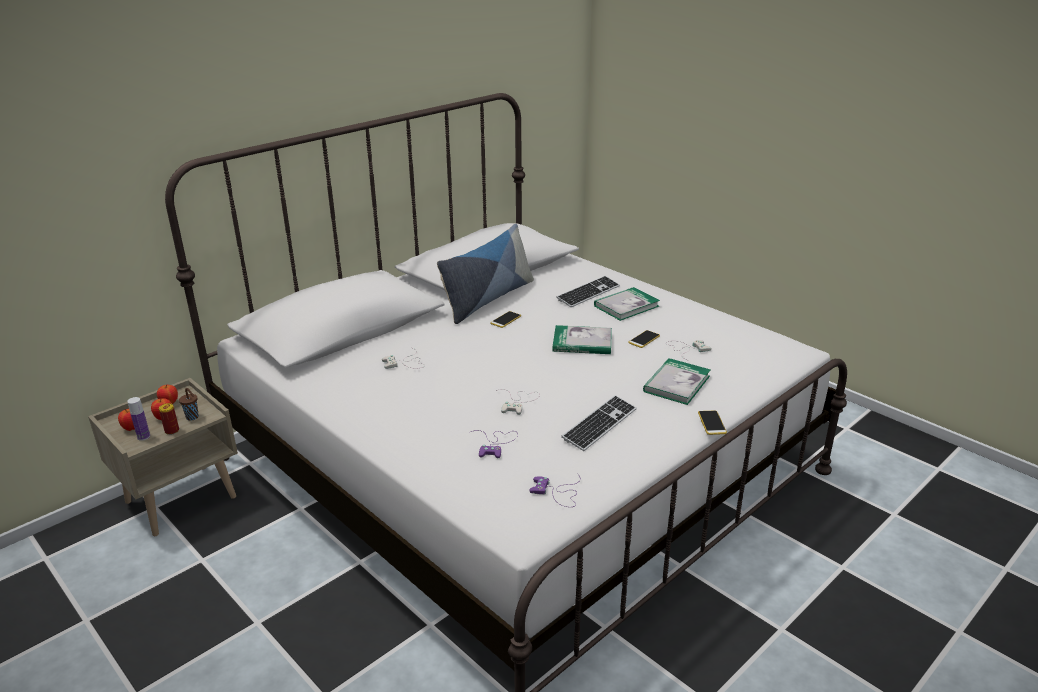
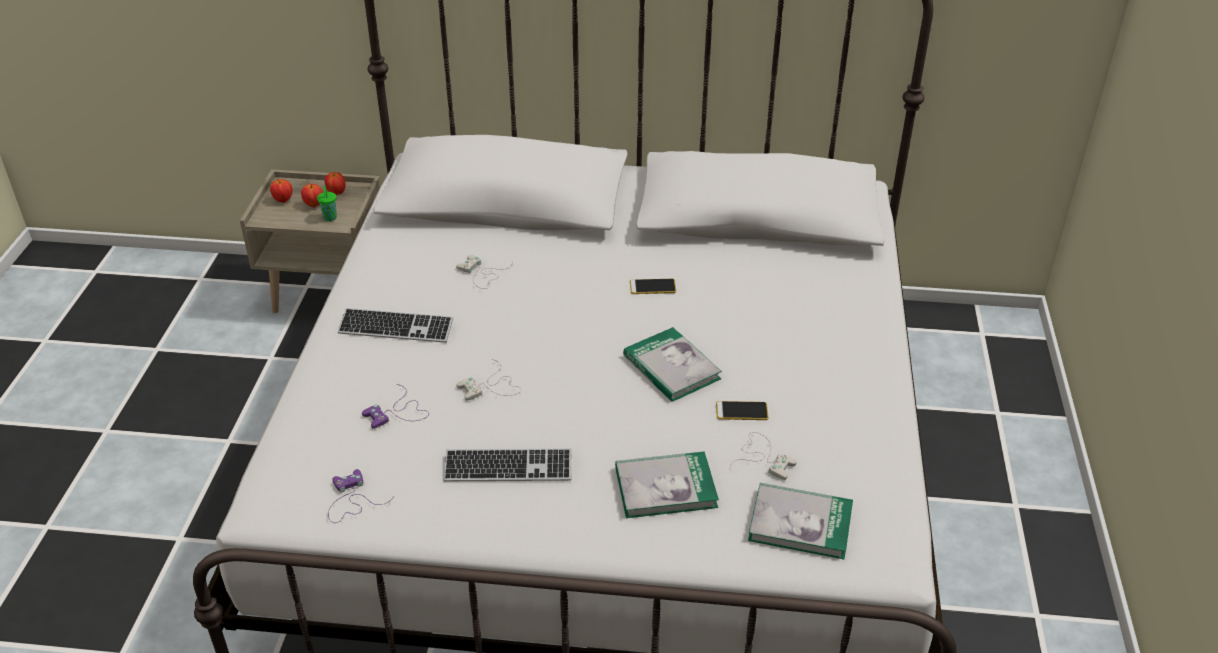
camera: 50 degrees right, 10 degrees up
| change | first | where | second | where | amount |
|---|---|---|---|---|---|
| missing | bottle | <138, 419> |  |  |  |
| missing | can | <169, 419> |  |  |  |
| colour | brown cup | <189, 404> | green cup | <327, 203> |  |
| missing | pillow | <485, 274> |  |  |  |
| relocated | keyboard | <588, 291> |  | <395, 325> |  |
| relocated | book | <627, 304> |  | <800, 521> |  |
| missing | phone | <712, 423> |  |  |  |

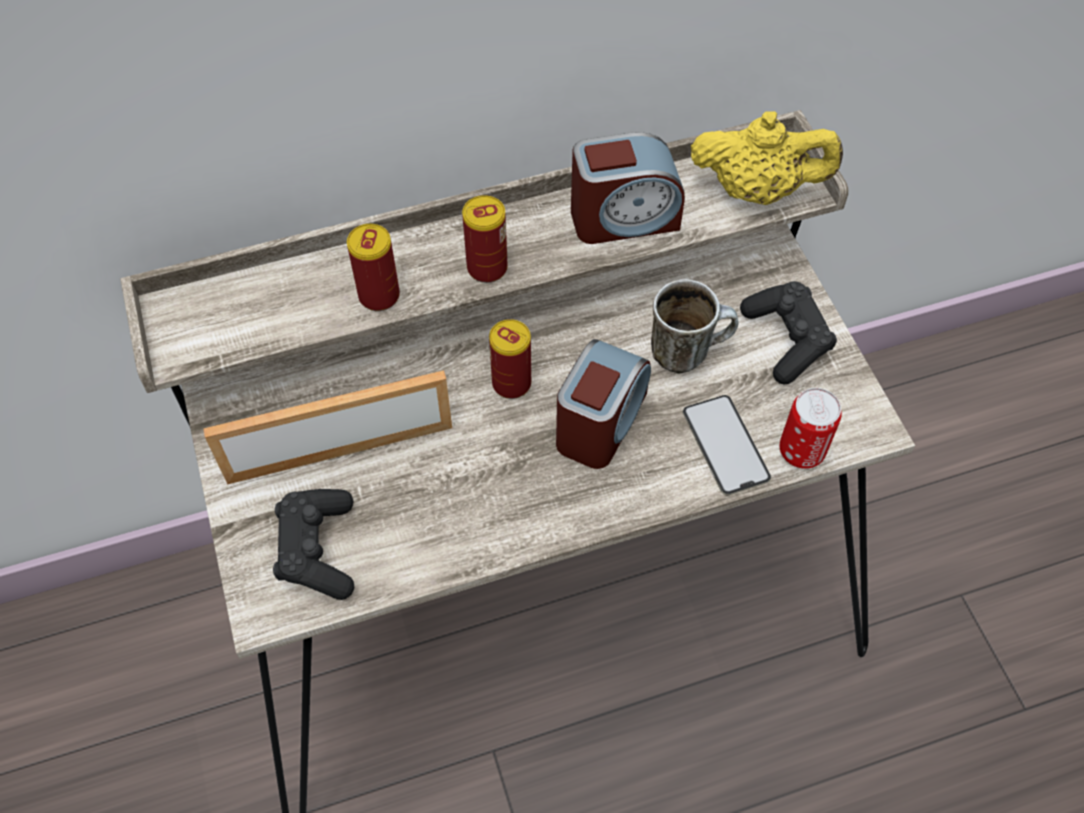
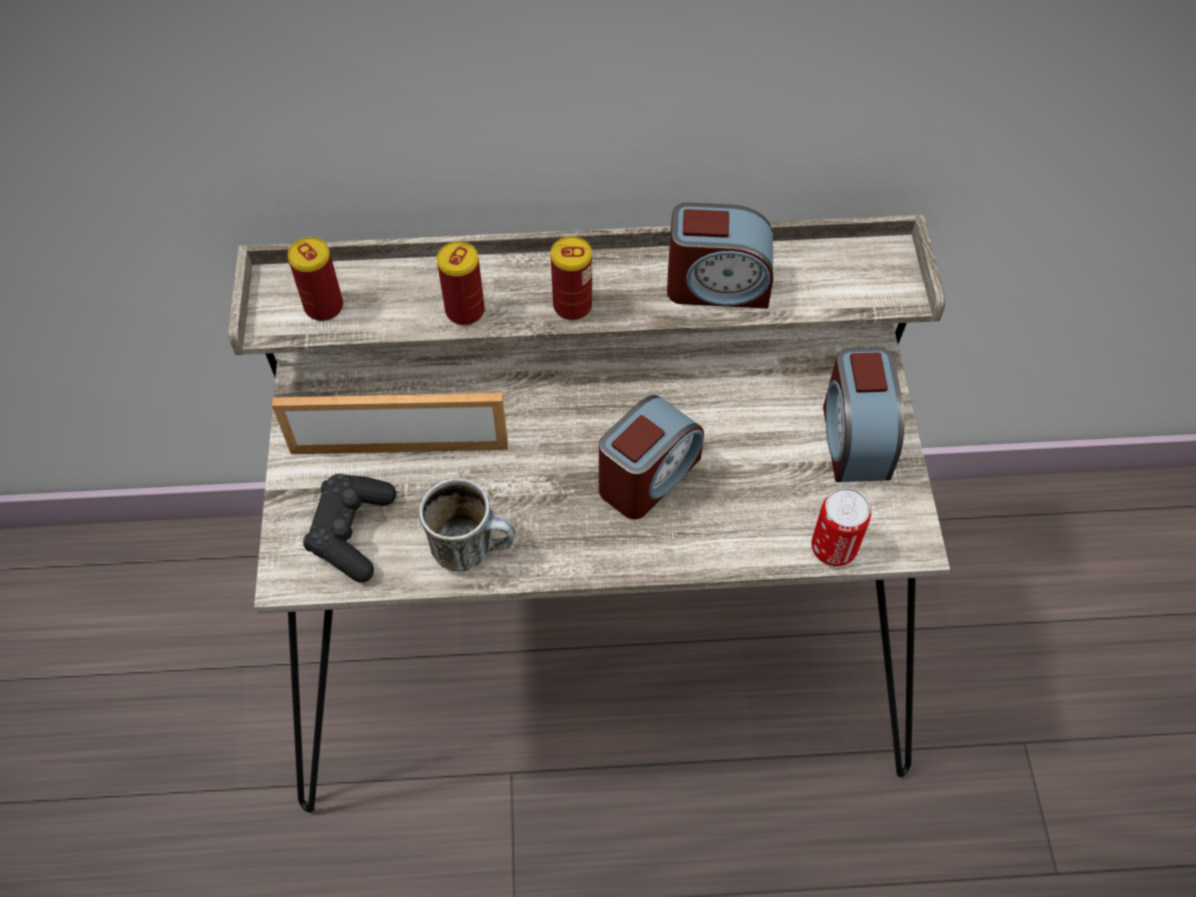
camera: 15 degrees right, 0 degrees up
| change | first | where | second | where | amount |
|---|---|---|---|---|---|
| relocated | can | <510, 359> |  | <315, 279> |  |
| relocated | mug | <695, 326> |  | <467, 525> |  |
| missing | phone | <727, 445> |  |  |  |
| missing | yellow teapot | <767, 158> |  |  |  |
| exchanged | black game controller | <788, 333> | alarm clock | <863, 414> |  |

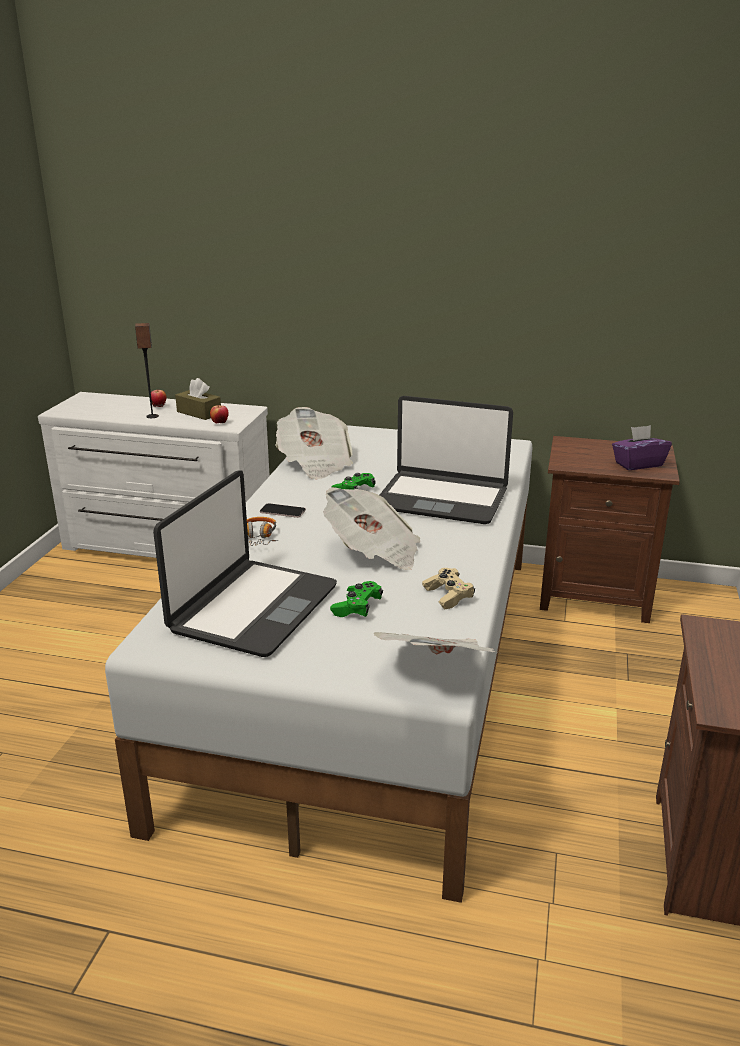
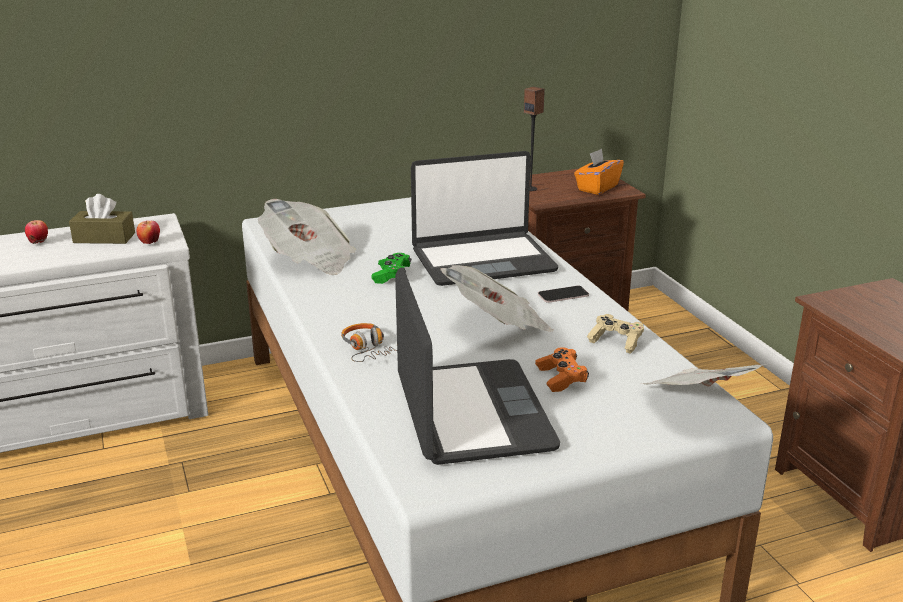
camera: 35 degrees left, 0 degrees up
| change | first | where | second | where | amount |
|---|---|---|---|---|---|
| relocated | speaker | <147, 370> |  | <534, 139> |  |
| relocated | phone | <283, 510> |  | <563, 294> |  |
| colour | green game controller | <356, 599> | orange game controller | <562, 369> |  |
| colour | purple tissue box | <642, 447> | orange tissue box | <599, 171> |  |

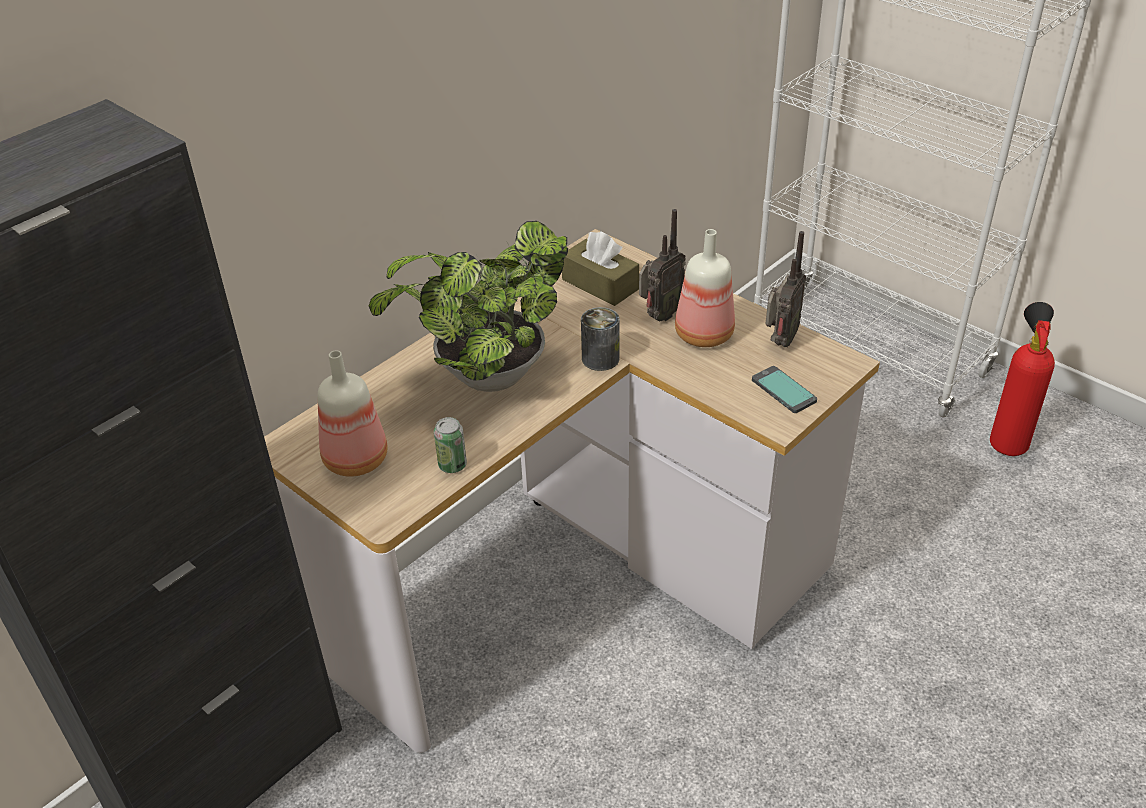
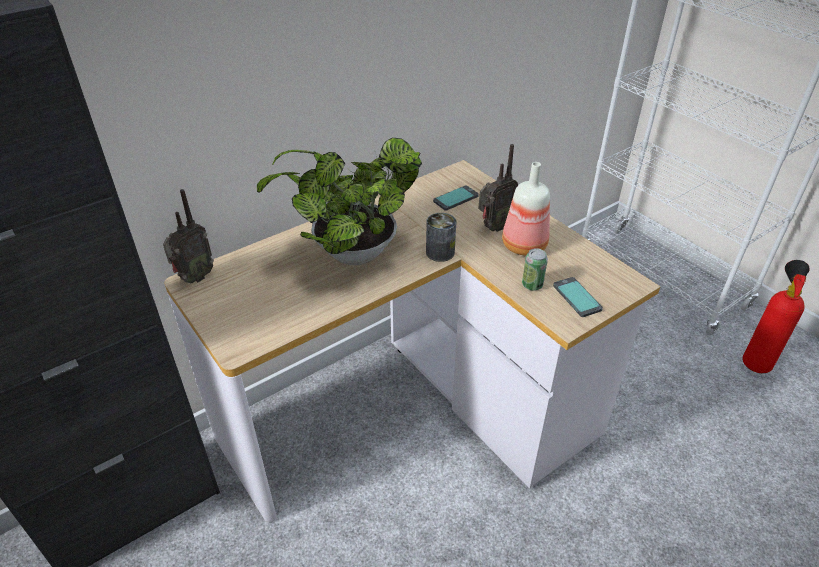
camera: 10 degrees right, 0 degrees up
| change | first | where | second | where | amount |
|---|---|---|---|---|---|
| missing | bottle | <352, 413> |  |  |  |
| relocated | can | <450, 445> |  | <535, 269> |  |
| exchanged | brown tissue box | <600, 268> | phone | <456, 198> |  |
| relocated | radio | <785, 289> |  | <188, 236> |  |

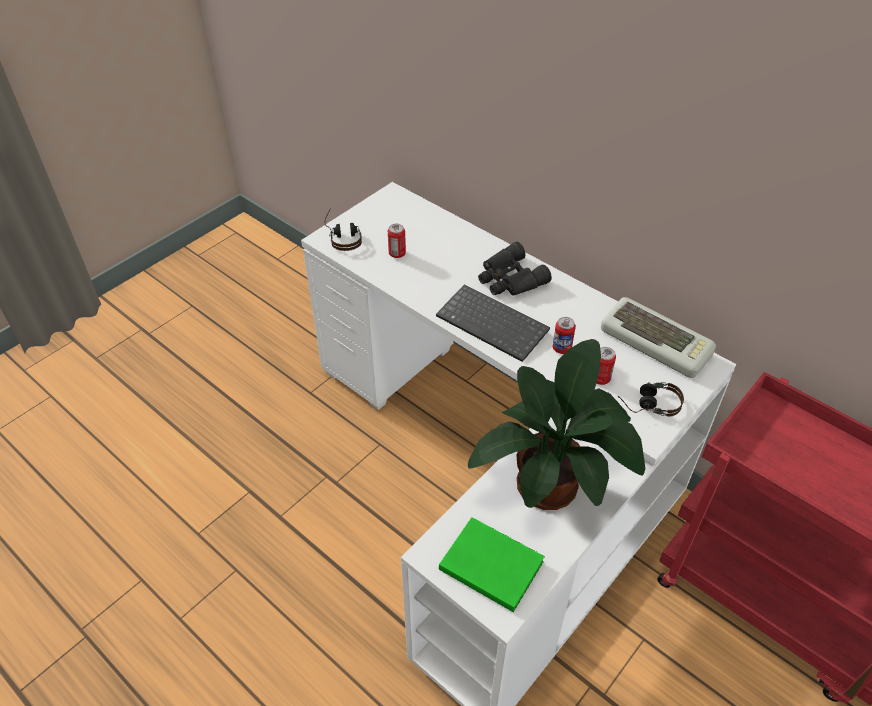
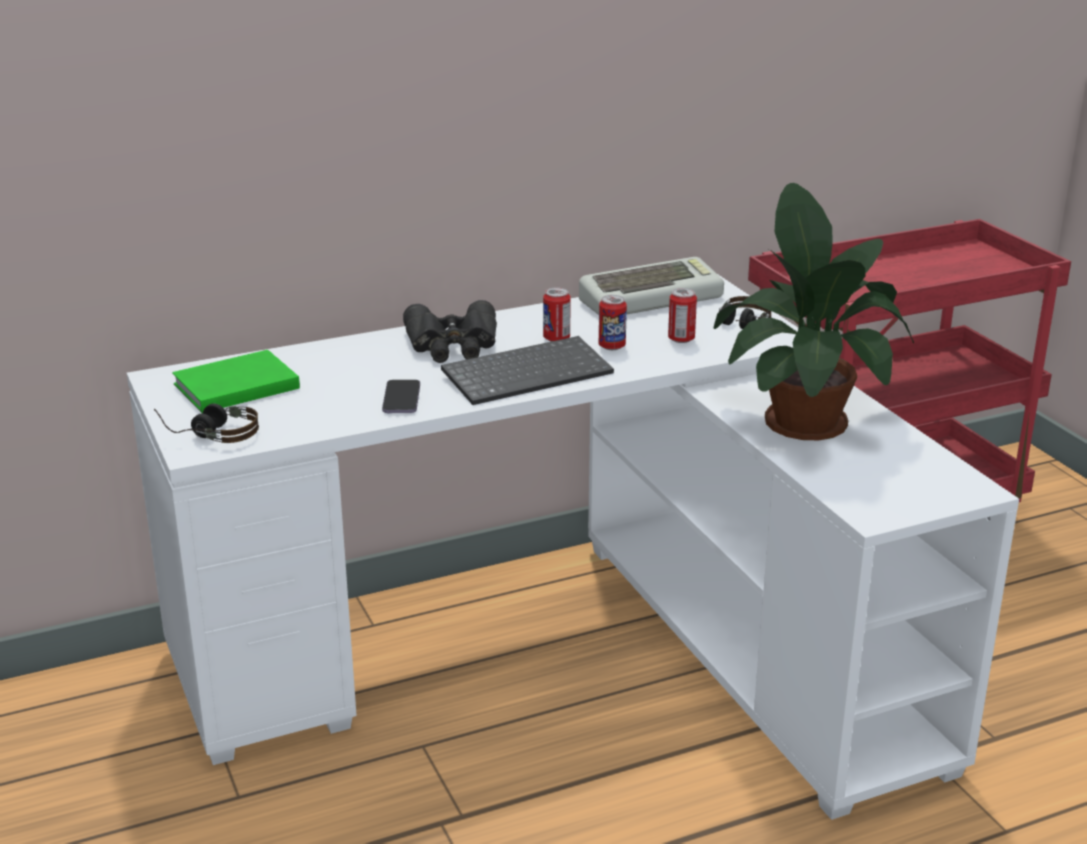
camera: 65 degrees left, 20 degrees down
| change | first | where | second | where | amount |
|---|---|---|---|---|---|
| relocated | can | <397, 241> |  | <557, 314> |  |
| relocated | green book | <492, 564> |  | <236, 381> |  |
| appeared |  |  | phone | <401, 397> |  |

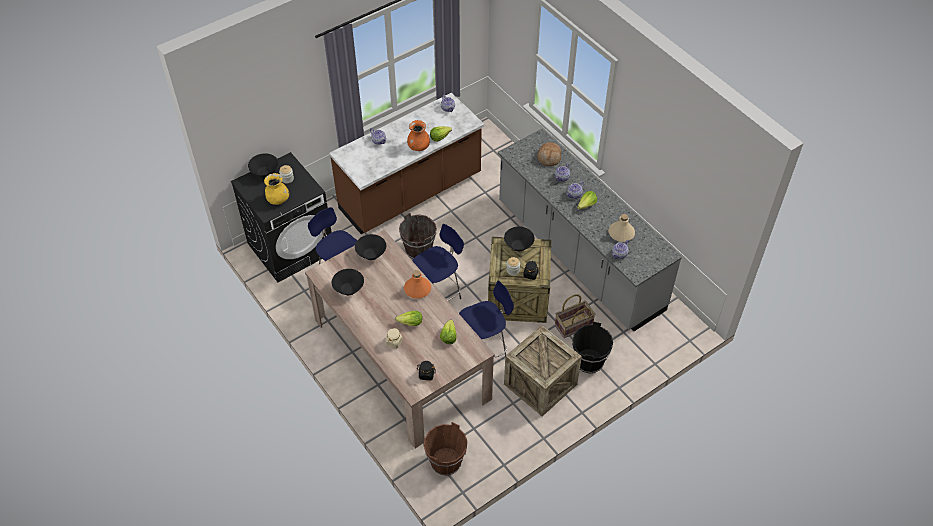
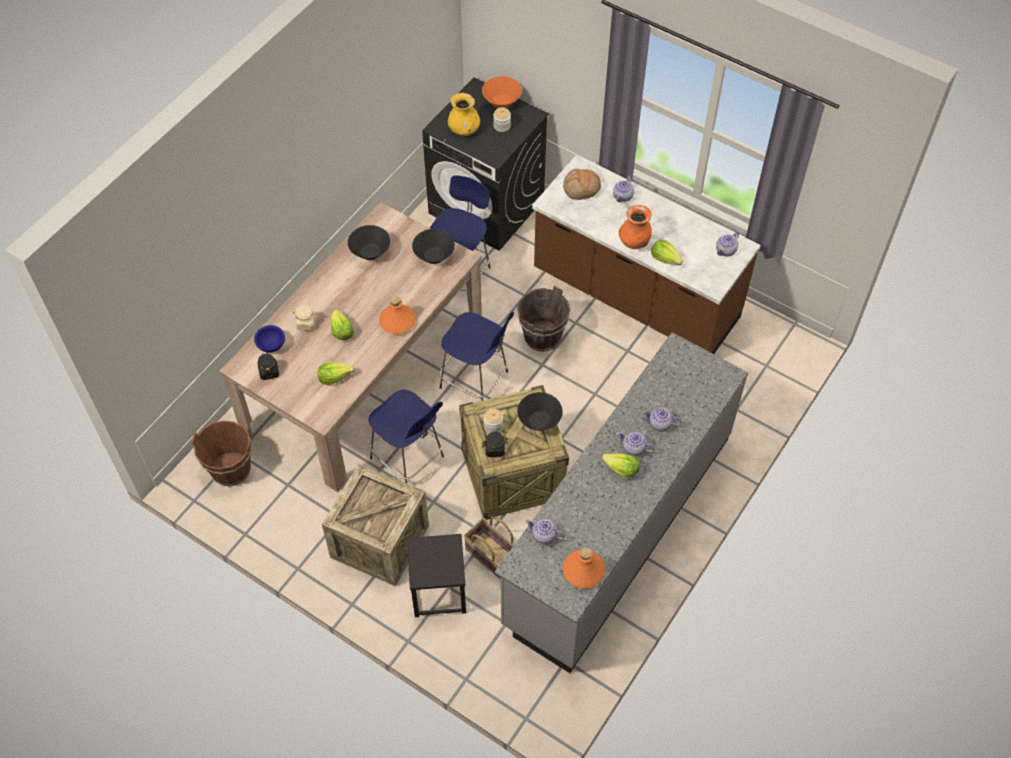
camera: 70 degrees right, 5 degrees up
| change | first | where | second | where | amount |
|---|---|---|---|---|---|
| colour | black bowl | <263, 165> | orange bowl | <502, 92> |  |
| relocated | bread | <549, 154> |  | <582, 184> |  |
| exchanged | black bucket | <592, 347> | black stool | <436, 575> |  |
| missing | beige bottle | <622, 228> |  |  |  |
| appeared |  |  | blue bowl | <269, 339> |  |
| appeared |  |  | orange bottle | <584, 568> |  |

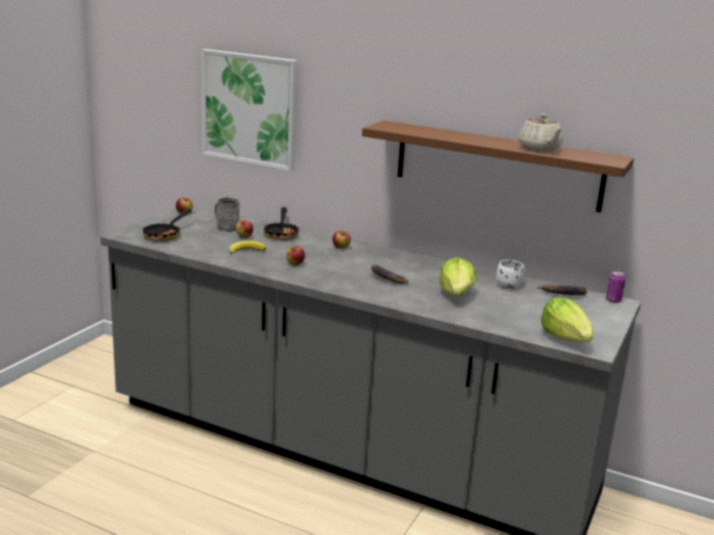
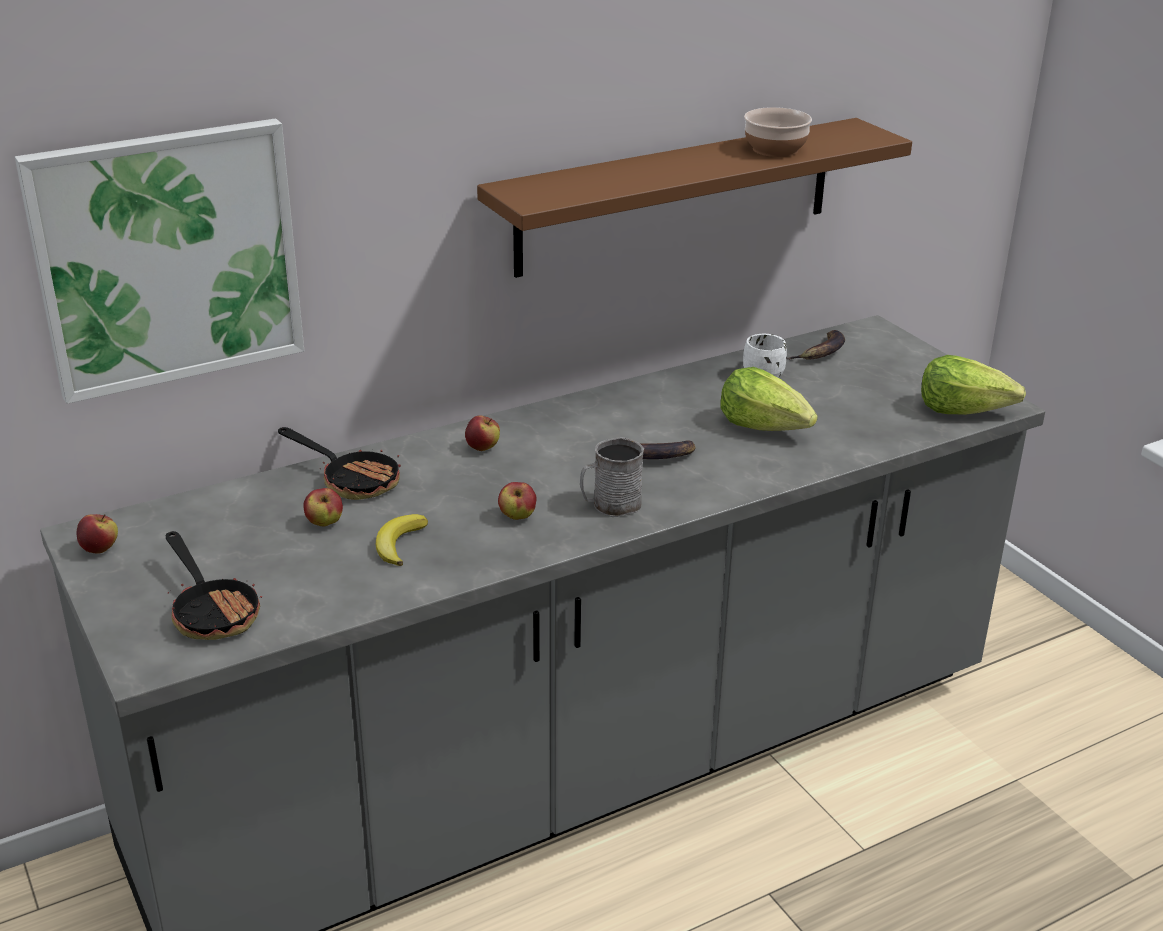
camera: 55 degrees left, 10 degrees up
| change | first | where | second | where | amount |
|---|---|---|---|---|---|
| relocated | grey mug | <227, 214> |  | <612, 477> |  |
| exchanged | beige teapot | <540, 132> | bowl | <778, 132> |  |
| missing | can | <616, 287> |  |  |  |

